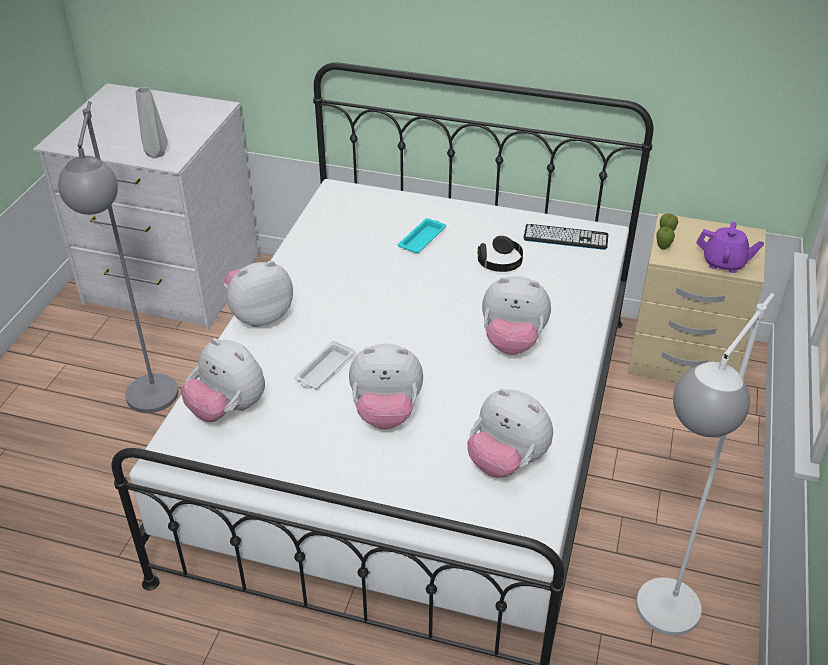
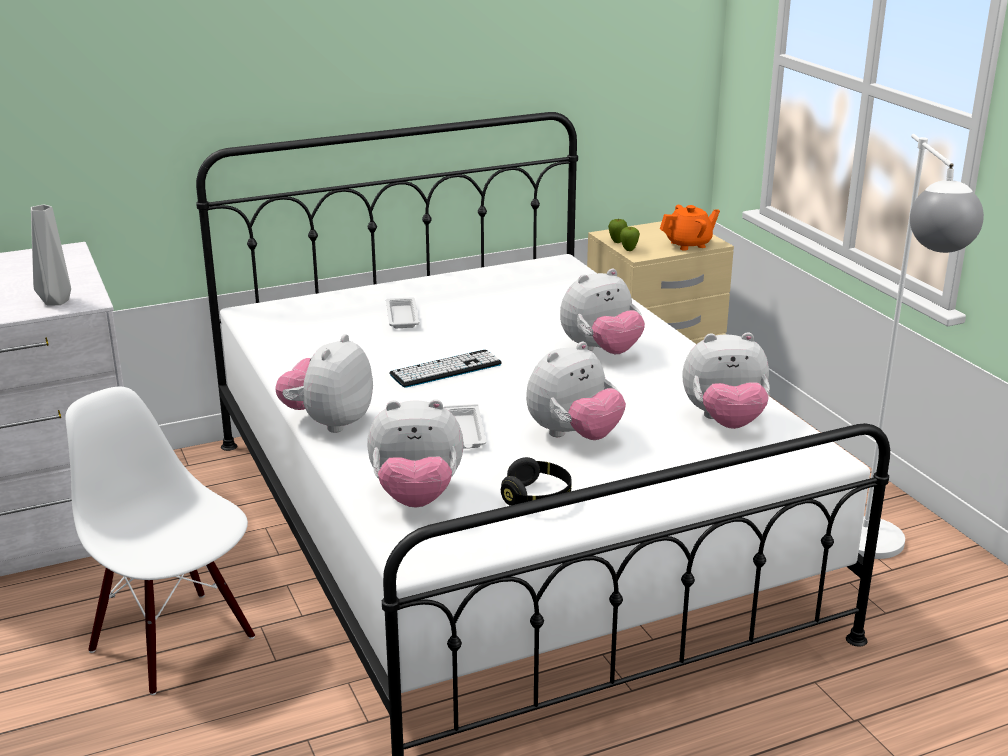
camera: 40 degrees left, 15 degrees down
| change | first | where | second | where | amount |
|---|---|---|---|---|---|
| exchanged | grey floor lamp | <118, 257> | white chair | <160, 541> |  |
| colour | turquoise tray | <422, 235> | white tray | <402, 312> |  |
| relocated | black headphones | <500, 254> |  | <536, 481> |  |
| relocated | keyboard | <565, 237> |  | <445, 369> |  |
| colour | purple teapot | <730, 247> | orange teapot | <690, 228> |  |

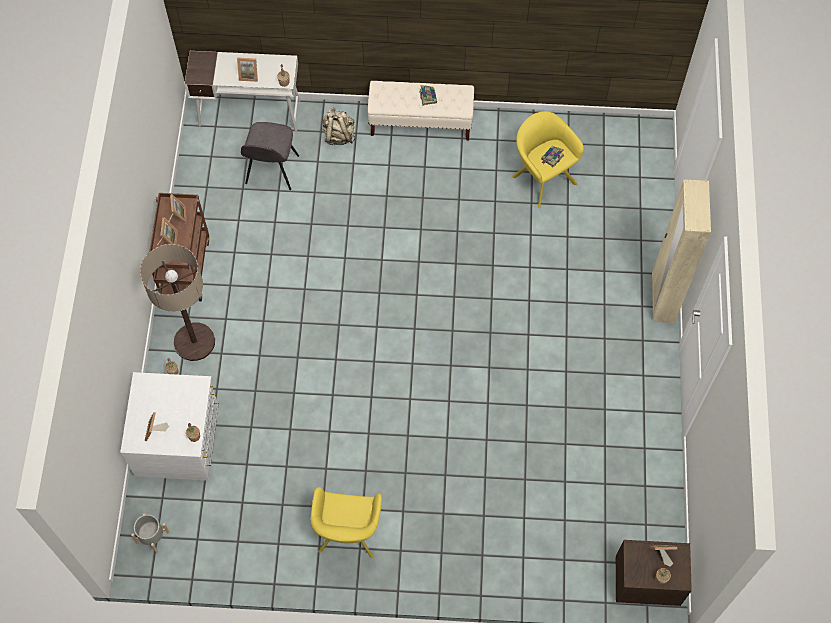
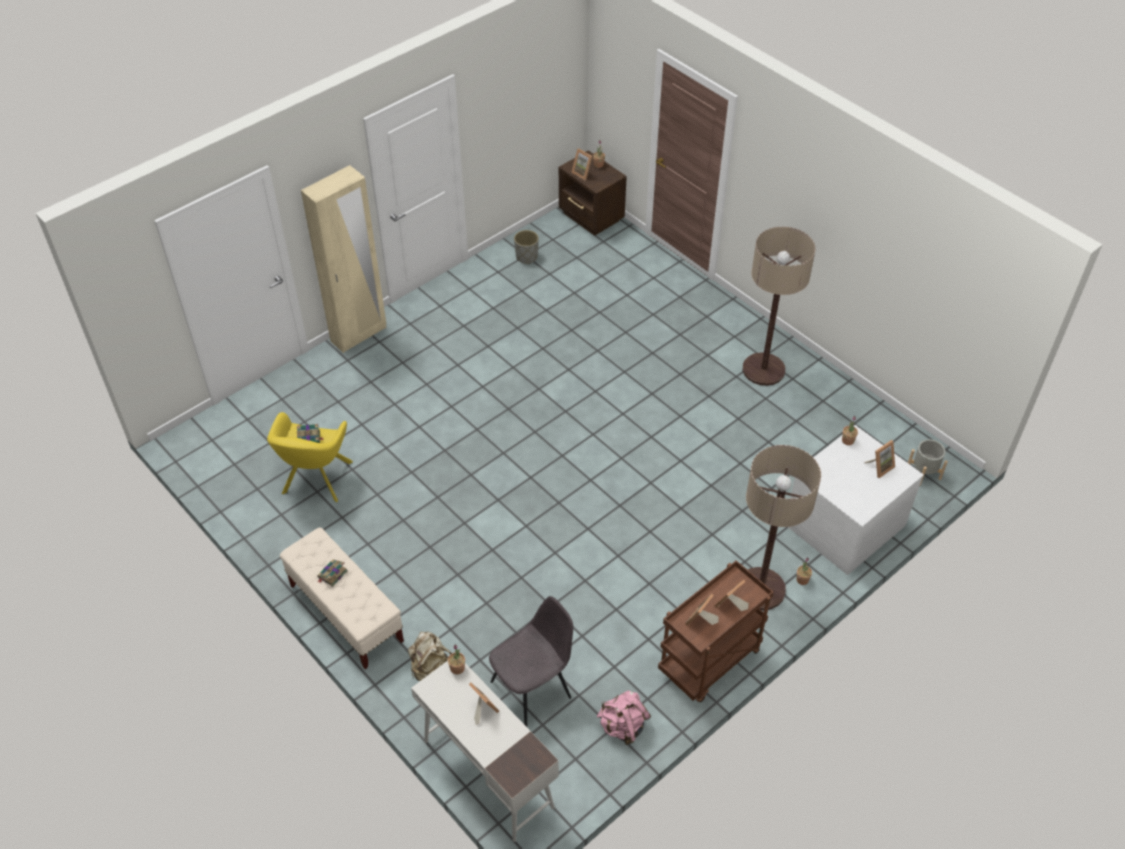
camera: 135 degrees left, 15 degrees down
| change | first | where | second | where | amount |
|---|---|---|---|---|---|
| exchanged | yellow armchair | <346, 522> | floor lamp | <779, 306> |  |
| appeared |  |  | grey planter | <526, 247> |  |
| appeared |  |  | pink backpack | <624, 718> |  |

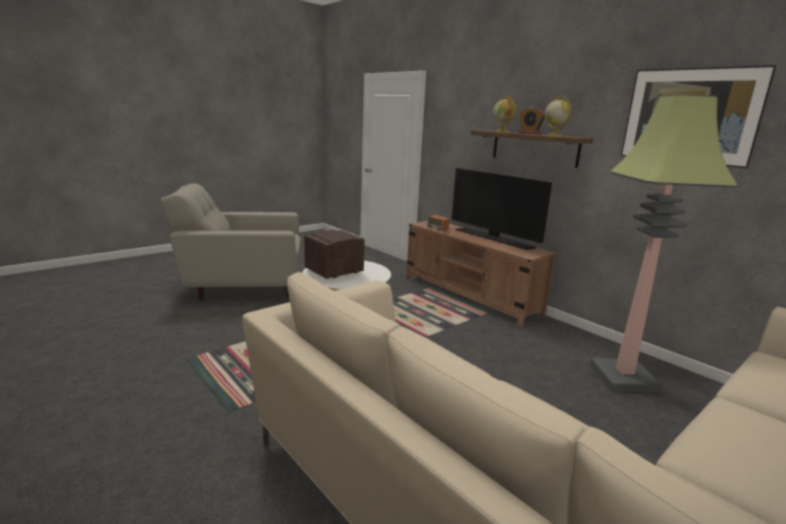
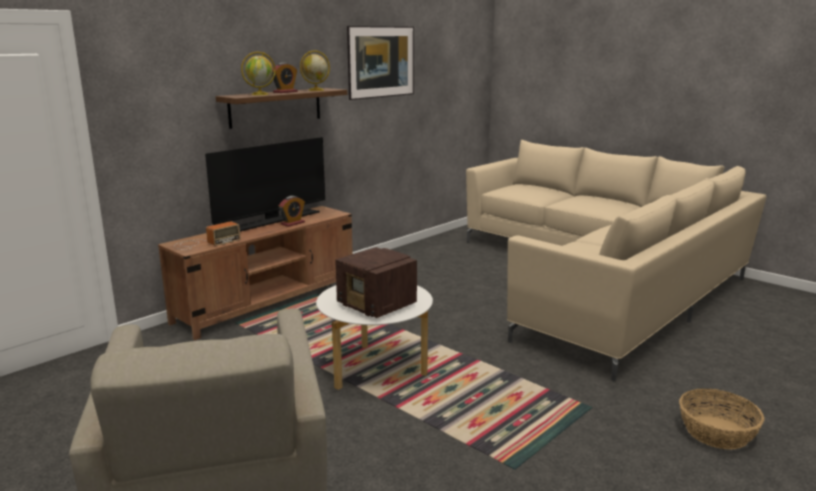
camera: 95 degrees left, 0 degrees up
| change | first | where | second | where | amount |
|---|---|---|---|---|---|
| missing | floor lamp | <664, 243> |  |  |  |
| appeared |  |  | alarm clock | <292, 211> |  |
| appeared |  |  | basket | <721, 419> |  |

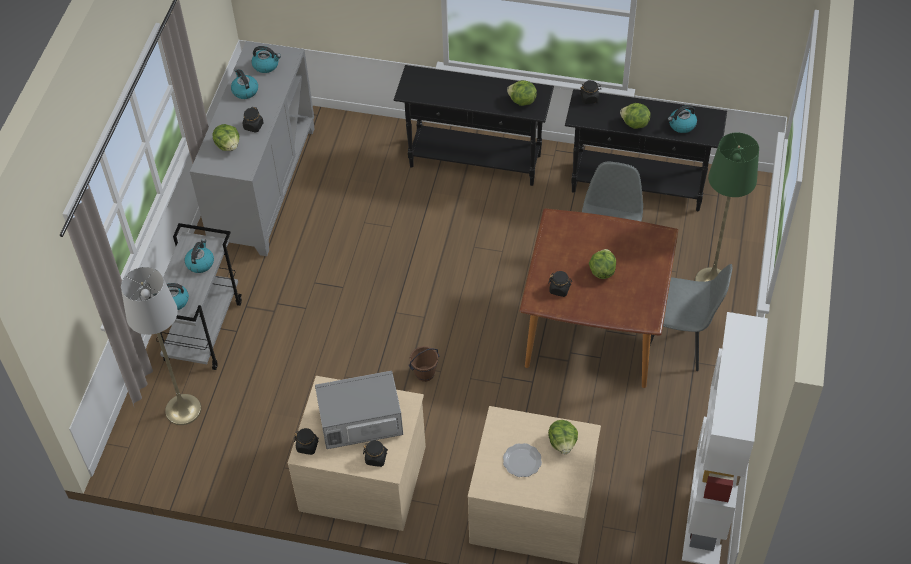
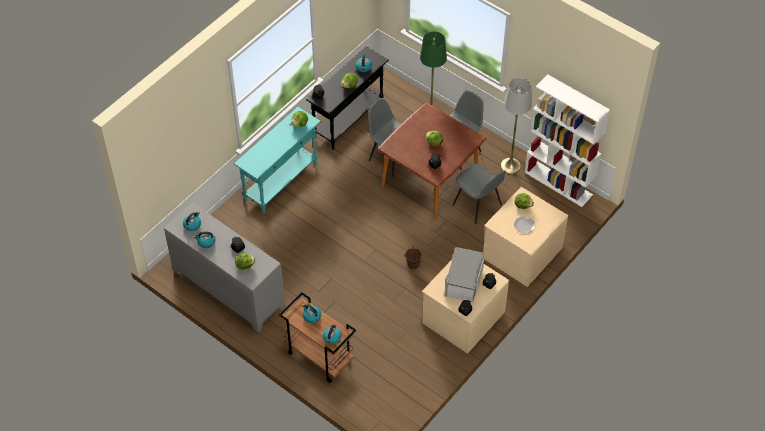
camera: 65 degrees left, 0 degrees up
| change | first | where | second | where | amount |
|---|---|---|---|---|---|
| relocated | grey floor lamp | <161, 346> |  | <516, 126> |  |
| colour | grey cart | <195, 296> | brown cart | <317, 337> |  |
| colour | black console table | <474, 125> | turquoise console table | <277, 160> |  |
| appeared |  |  | grey chair | <479, 194> |  |

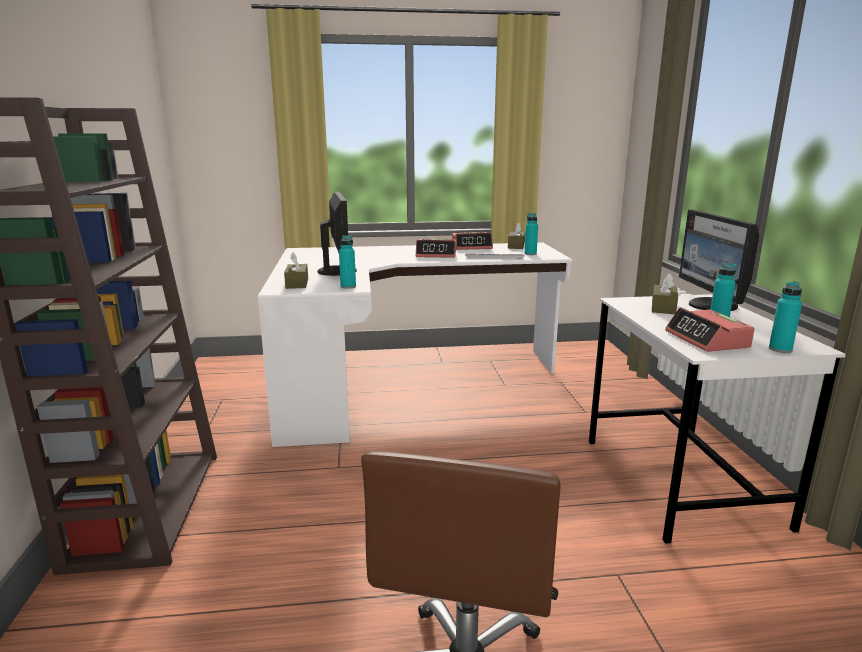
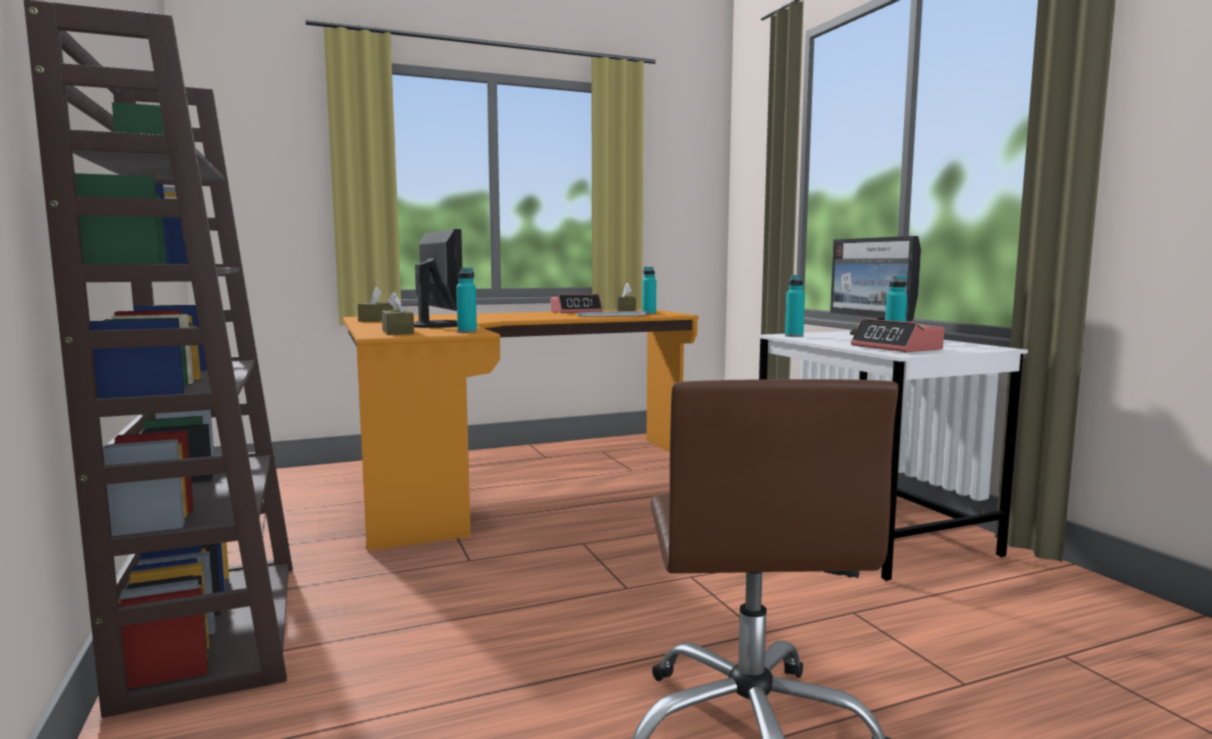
camera: 15 degrees left, 10 degrees down
| change | first | where | second | where | amount |
|---|---|---|---|---|---|
| colour | white desk | <414, 345> | orange desk | <521, 430> |  |
| missing | alarm clock | <436, 248> |  |  |  |
| relocated | brown tissue box | <665, 294> |  | <375, 304> |  |
| relocated | turquoise bottle | <785, 317> |  | <795, 306> |  |

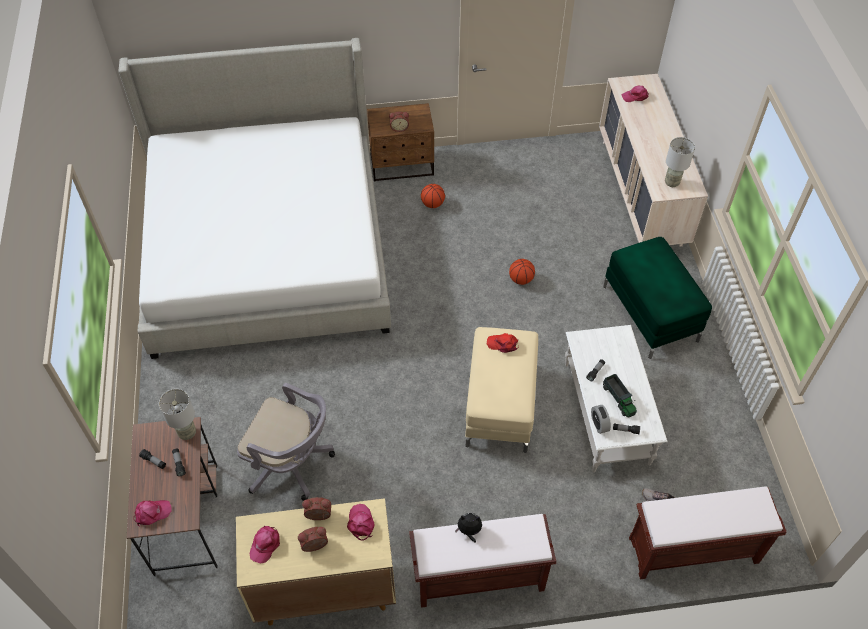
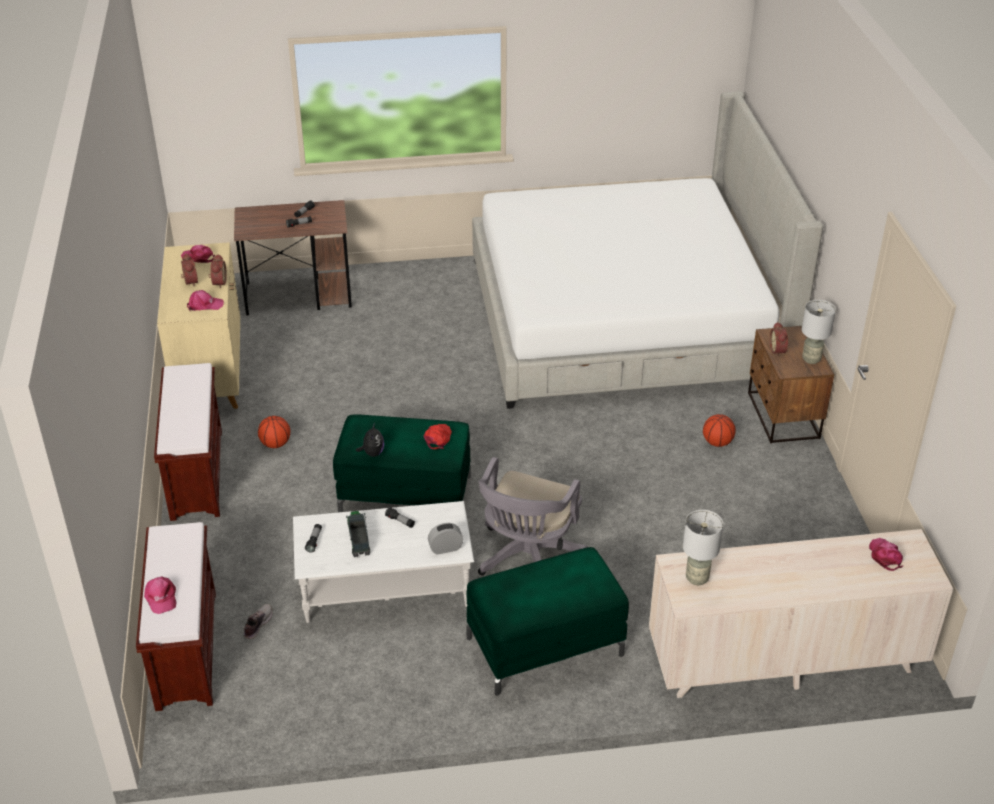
camera: 90 degrees right, 15 degrees down
| change | first | where | second | where | amount |
|---|---|---|---|---|---|
| relocated | pink cap | <153, 513> |  | <160, 595> |  |
| relocated | grey table lamp | <177, 414> |  | <819, 332> |  |
| relocated | grey office chair | <286, 442> |  | <532, 516> |  |
| relocated | plush toy | <468, 528> |  | <370, 440> |  |
| colour | beige ottoman | <501, 390> | green ottoman | <402, 463> |  |
| relocated | basketball | <522, 272> |  | <274, 432> |  |
| relocated | alarm clock | <601, 419> |  | <445, 539> |  |
| spun | toy truck | <620, 395> |  | <358, 534> | 105 degrees clockwise |

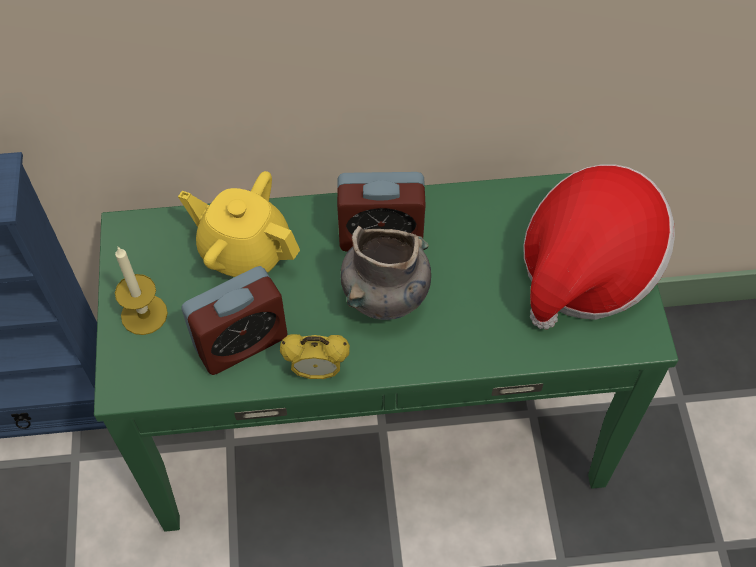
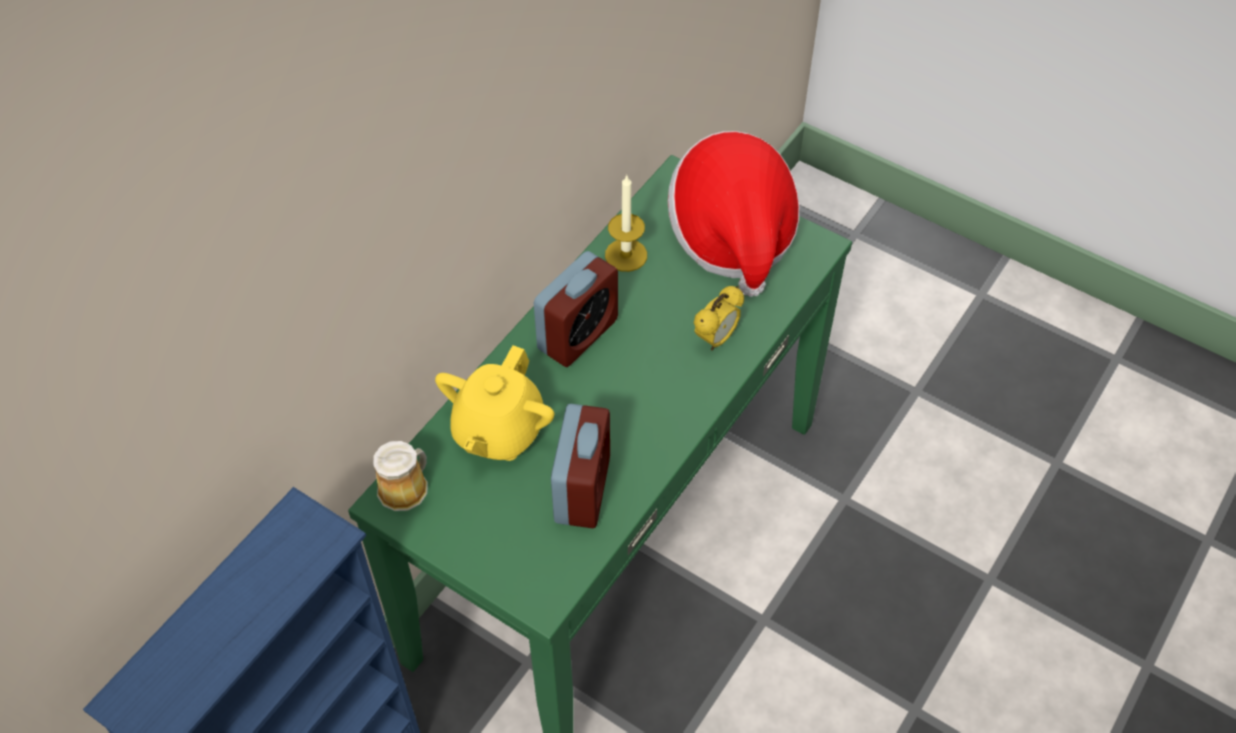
camera: 50 degrees left, 5 degrees down
| change | first | where | second | where | amount |
|---|---|---|---|---|---|
| relocated | candle | <141, 291> |  | <626, 223> |  |
| spun | yellow teapot | <239, 224> |  | <494, 403> | 45 degrees counterclockwise |
| relocated | alarm clock | <315, 356> |  | <719, 318> |  |
| missing | grey vase | <386, 273> |  |  |  |
| appeared |  |  | mug | <400, 476> |  |

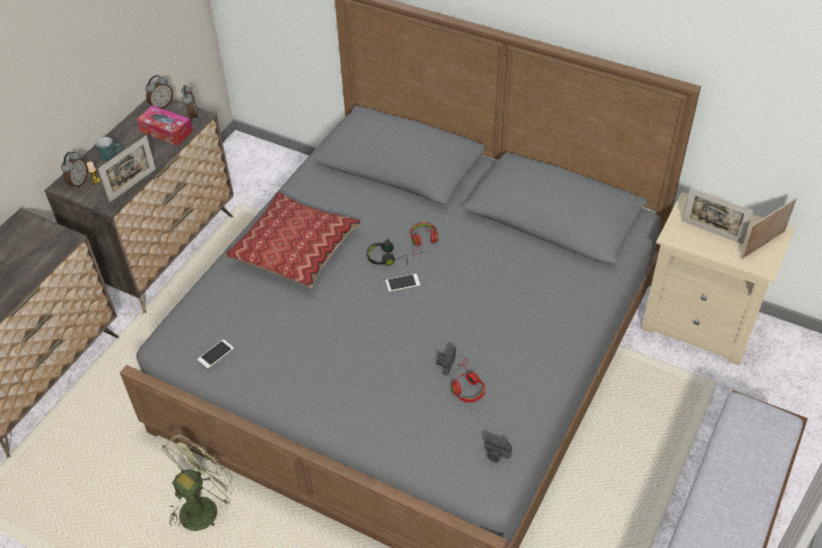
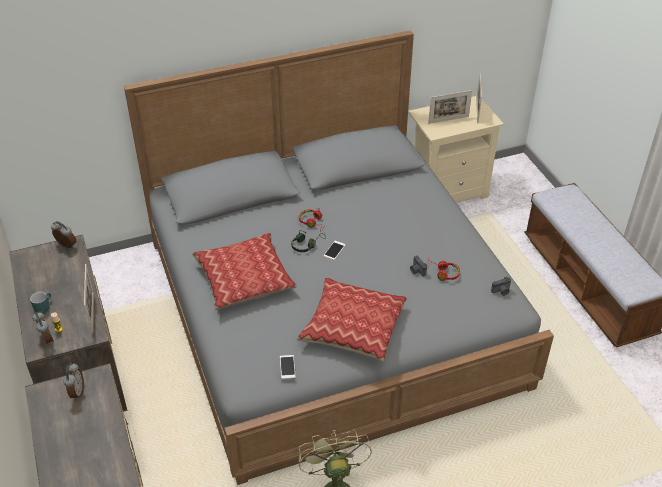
camera: 50 degrees left, 5 degrees down
| change | first | where | second | where | amount |
|---|---|---|---|---|---|
| missing | tissue box | <165, 125> |  |  |  |
| relocated | alarm clock | <159, 92> |  | <73, 381> |  |
| appeared |  |  | pillow | <352, 319> |  |

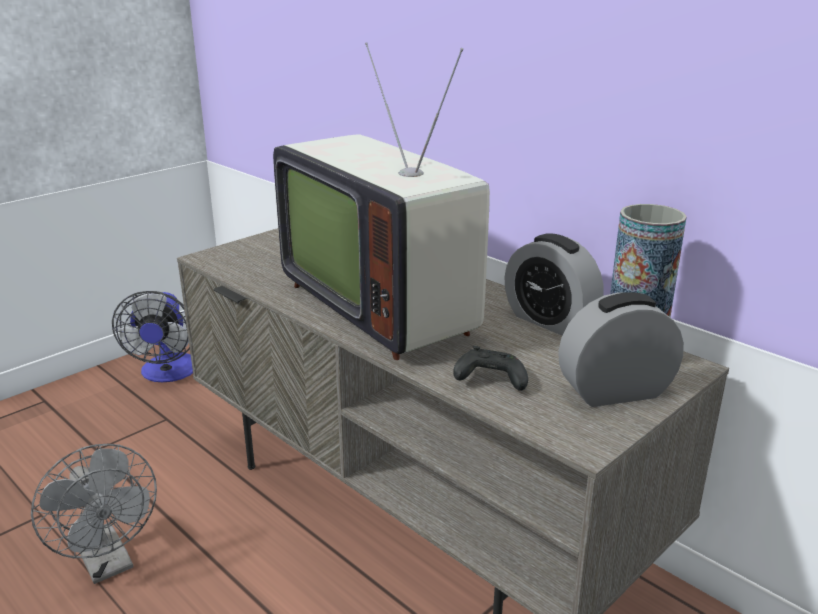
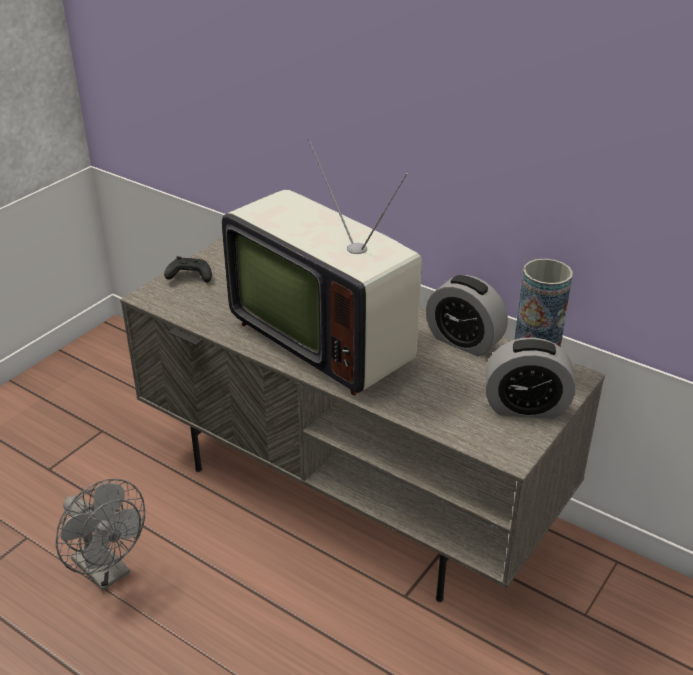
camera: 10 degrees left, 10 degrees up
| change | first | where | second | where | amount |
|---|---|---|---|---|---|
| missing | fan | <152, 336> |  |  |  |
| relocated | black game controller | <490, 368> |  | <188, 269> |  |
| spun | alarm clock | <621, 349> |  | <530, 378> | 150 degrees counterclockwise |

